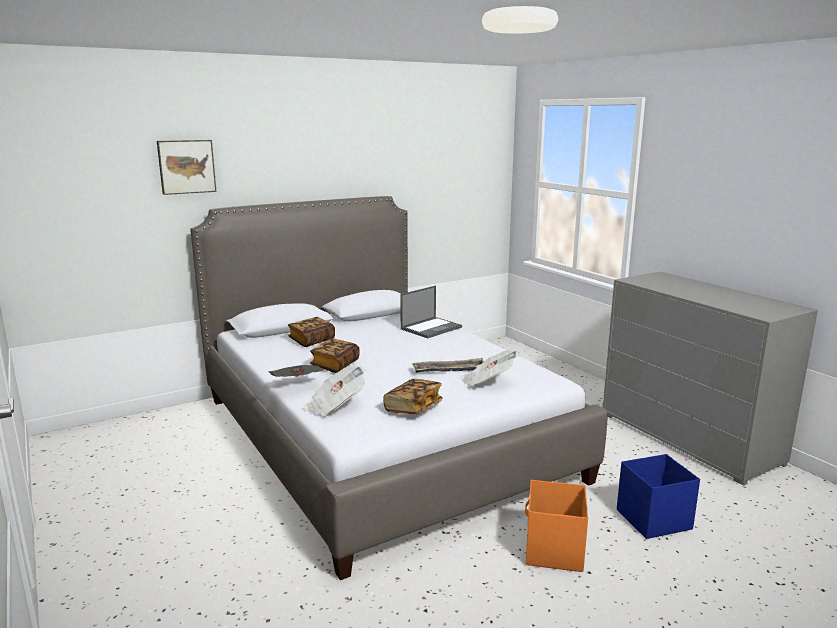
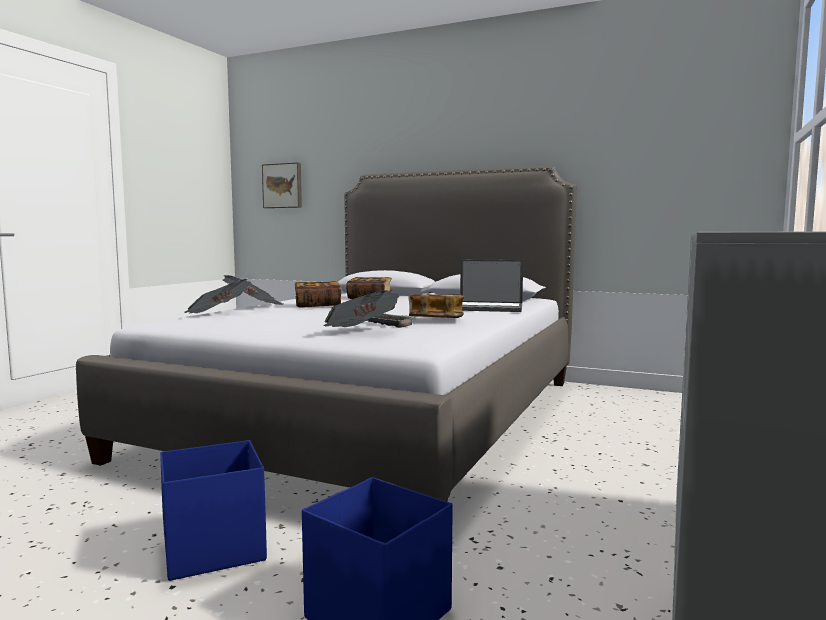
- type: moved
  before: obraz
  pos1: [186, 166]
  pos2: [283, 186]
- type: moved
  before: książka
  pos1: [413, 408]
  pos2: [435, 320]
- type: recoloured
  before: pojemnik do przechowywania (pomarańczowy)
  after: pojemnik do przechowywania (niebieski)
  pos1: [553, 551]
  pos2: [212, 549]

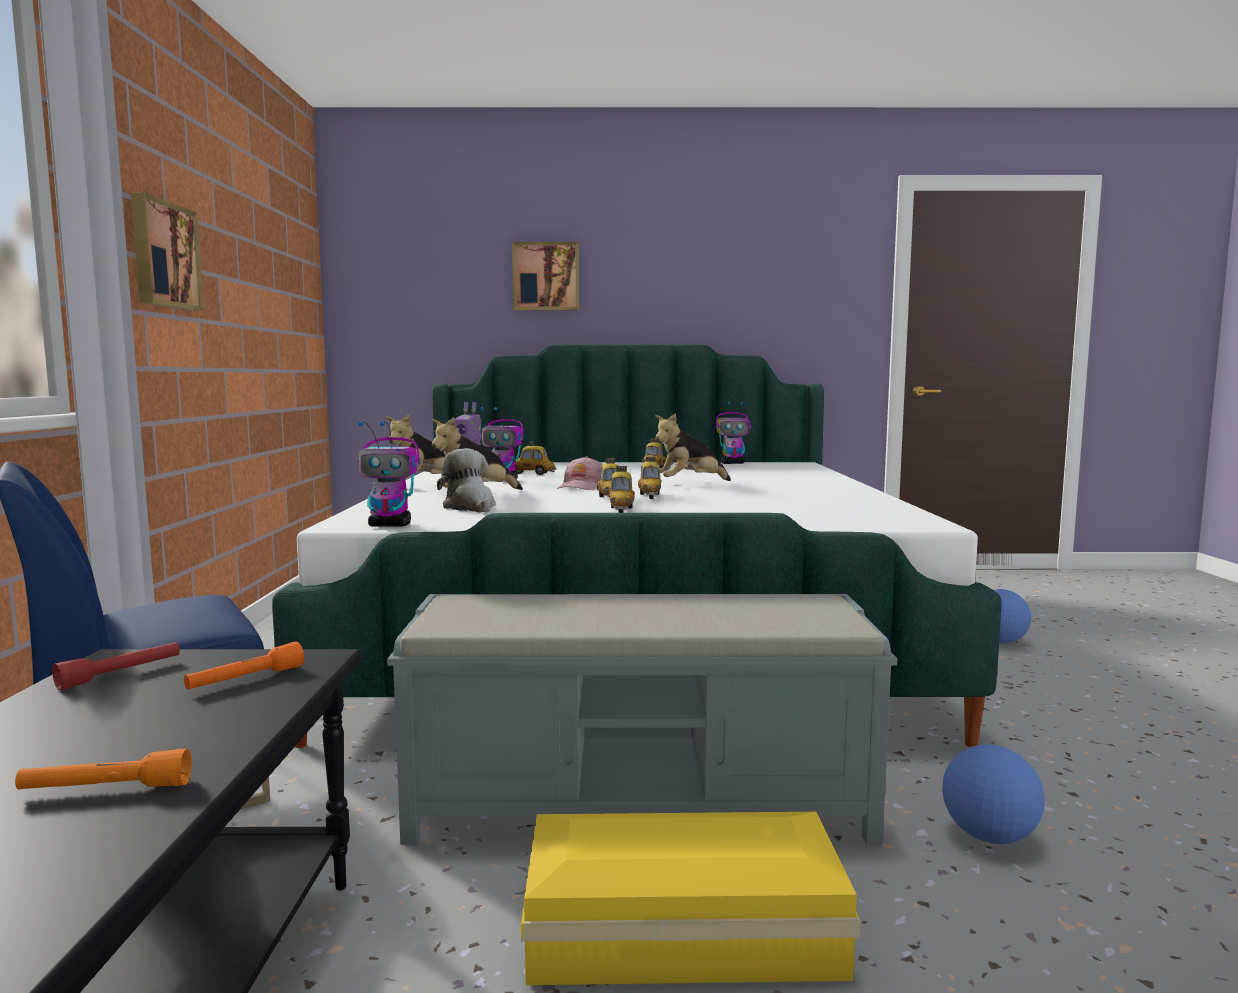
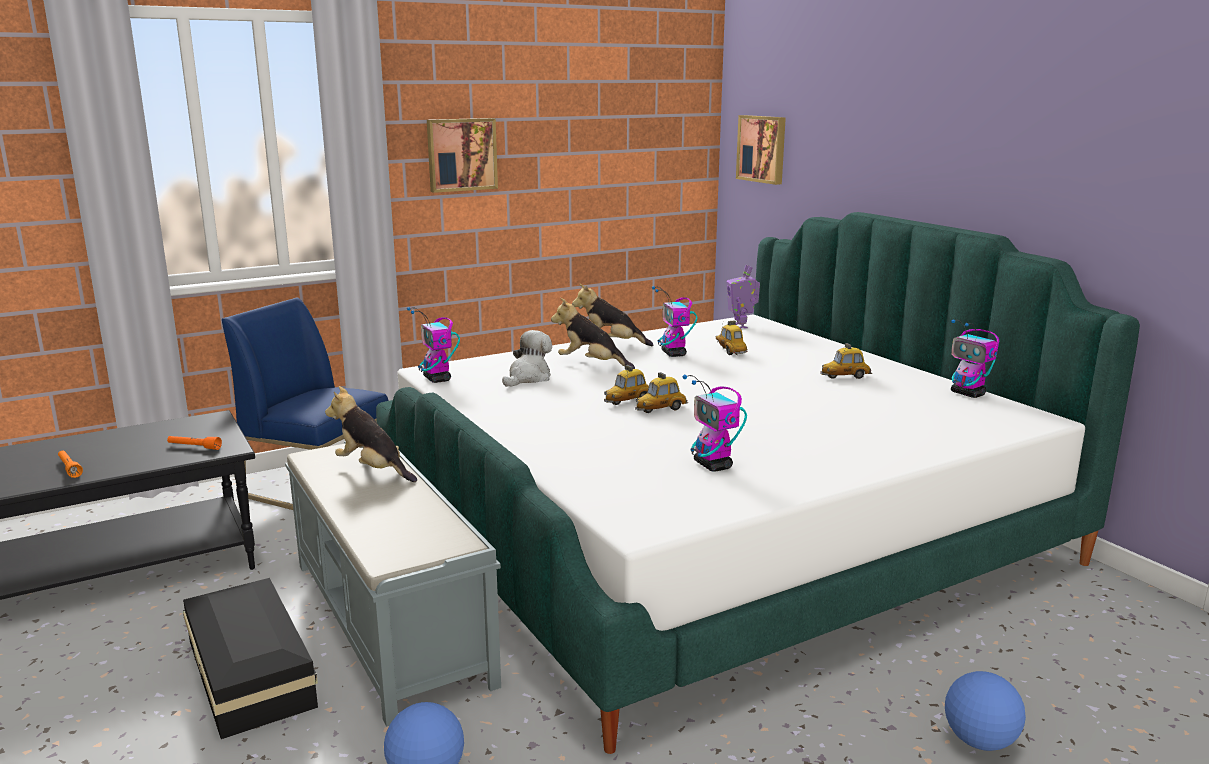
- type: removed
  before: latarka (czerwony)
  pos1: [121, 674]
- type: removed
  before: czapka z daszkiem (różowy)
  pos1: [582, 486]
- type: removed
  before: samochodzik
  pos1: [621, 510]
- type: added
  after: robot zabawkowy
  pos2: [713, 465]
- type: moved
  before: obraz
  pos1: [546, 276]
  pos2: [762, 149]
- type: moved
  before: pluszak
  pos1: [689, 483]
  pos2: [373, 470]
- type: recoloured
  before: pojemnik do przechowywania (żółty)
  after: pojemnik do przechowywania (czarny)
  pos1: [677, 928]
  pos2: [252, 670]

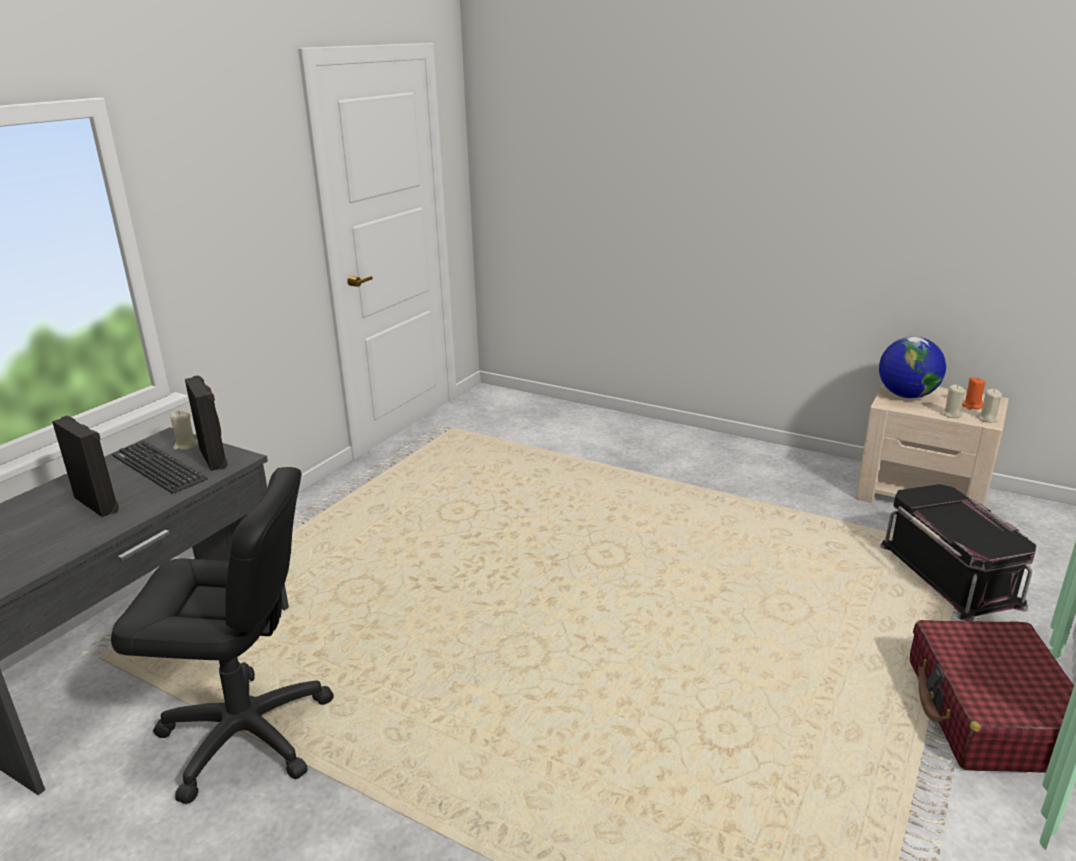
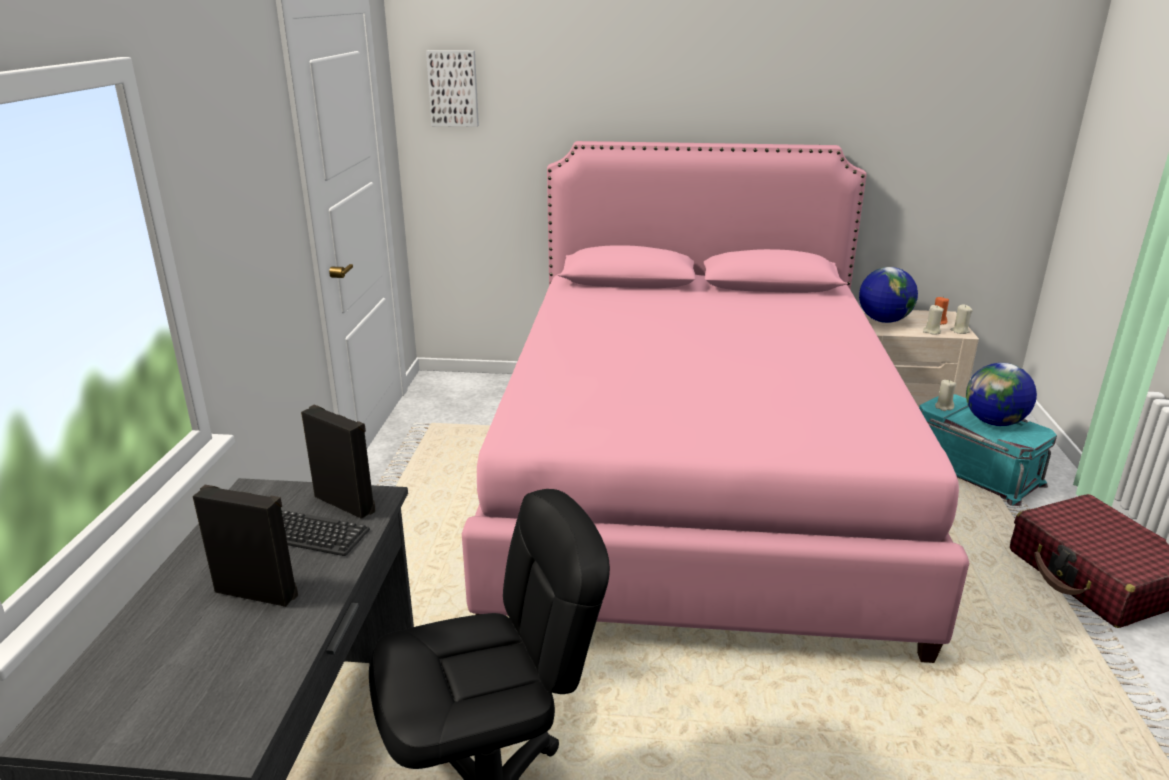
- type: added
  after: obraz
  pos2: [453, 88]
- type: added
  after: łóżko (różowy)
  pos2: [694, 483]
- type: added
  after: globus
  pos2: [994, 422]
- type: moved
  before: świeca (beżowy)
  pos1: [185, 445]
  pos2: [944, 407]
- type: recoloured
  before: pojemnik do przechowywania (czarny)
  after: pojemnik do przechowywania (turkusowy)
  pos1: [951, 575]
  pos2: [975, 470]

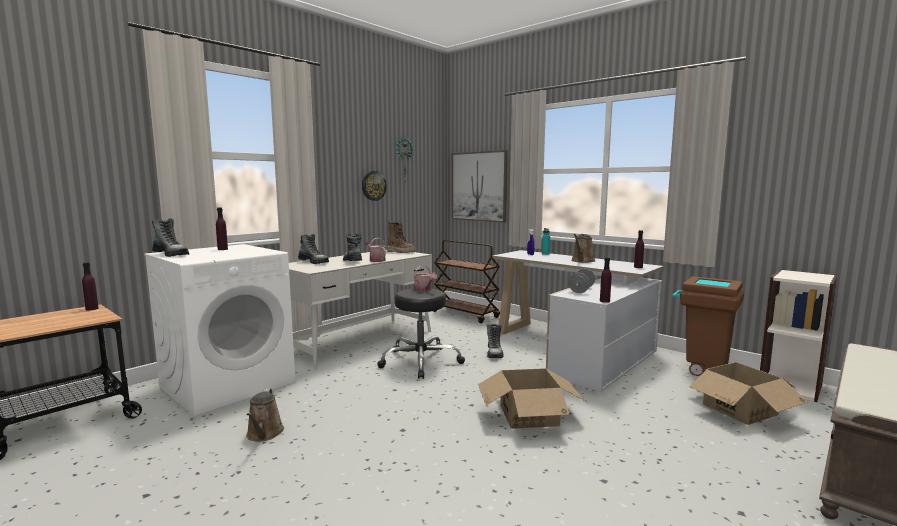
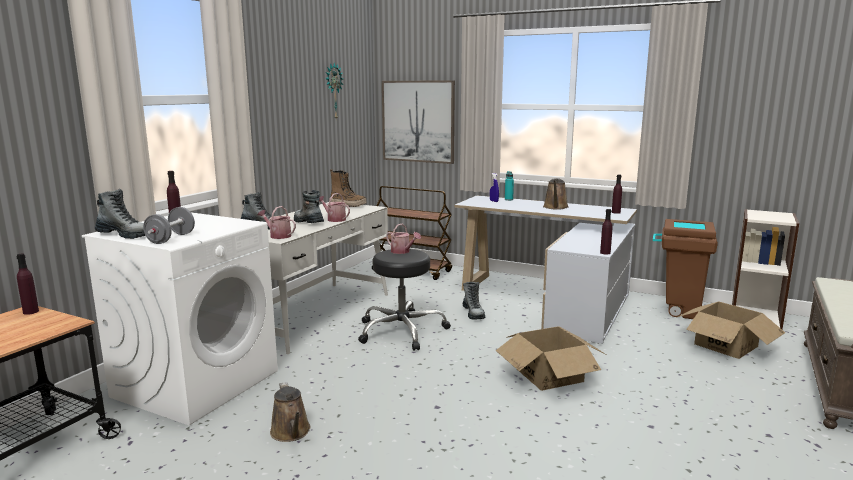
- type: removed
  before: zegar ścienny
  pos1: [373, 185]
- type: added
  after: konewka
  pos2: [278, 235]
- type: moved
  before: hantel (szary)
  pos1: [581, 290]
  pos2: [171, 239]

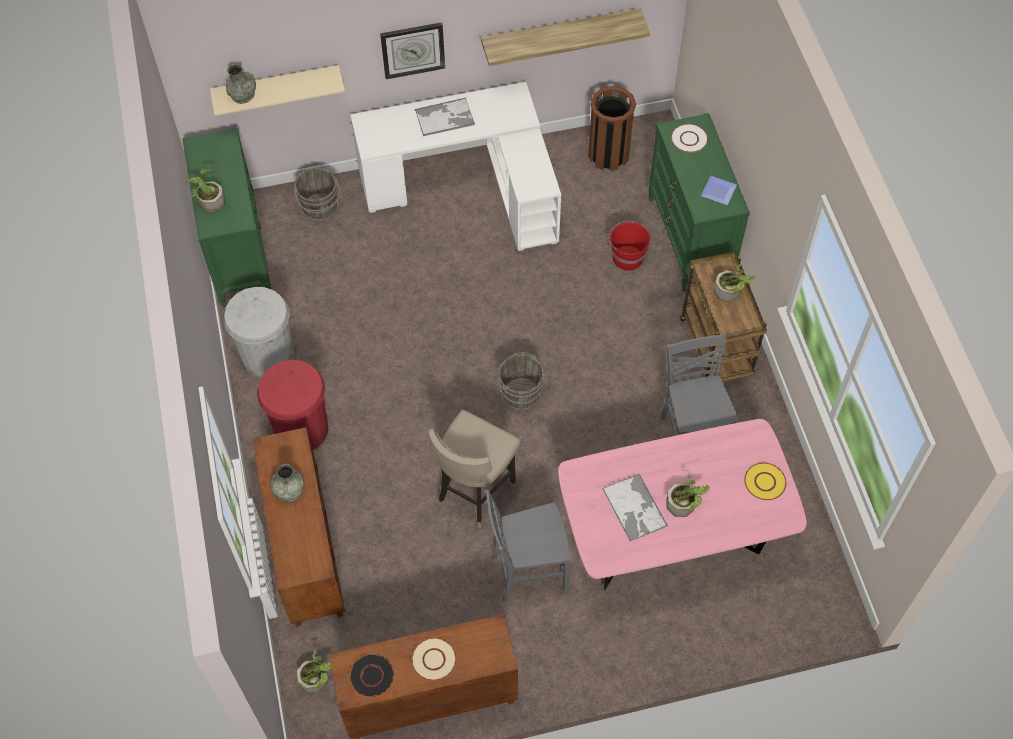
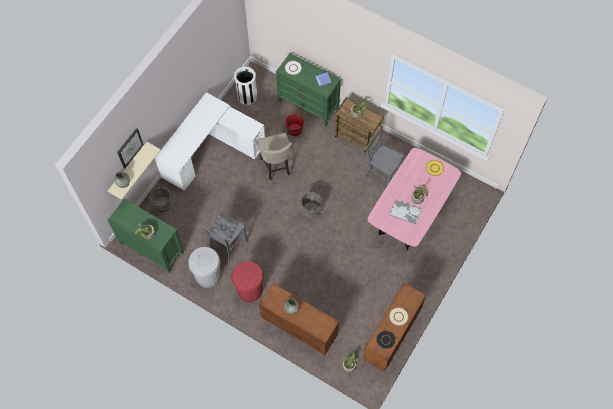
- type: removed
  before: taca
  pos1: [445, 117]
- type: removed
  before: półka
  pos1: [560, 32]
- type: moved
  before: zegar ścienny
  pos1: [413, 50]
  pos2: [129, 148]
- type: moved
  before: stołek (beżowy)
  pos1: [474, 492]
  pos2: [276, 168]
- type: moved
  before: krzesło (szary)
  pos1: [528, 572]
  pos2: [227, 246]
- type: recoloured
  before: kosz na śmieci (brązowy)
  after: kosz na śmieci (biały)
  pos1: [608, 154]
  pos2: [247, 96]

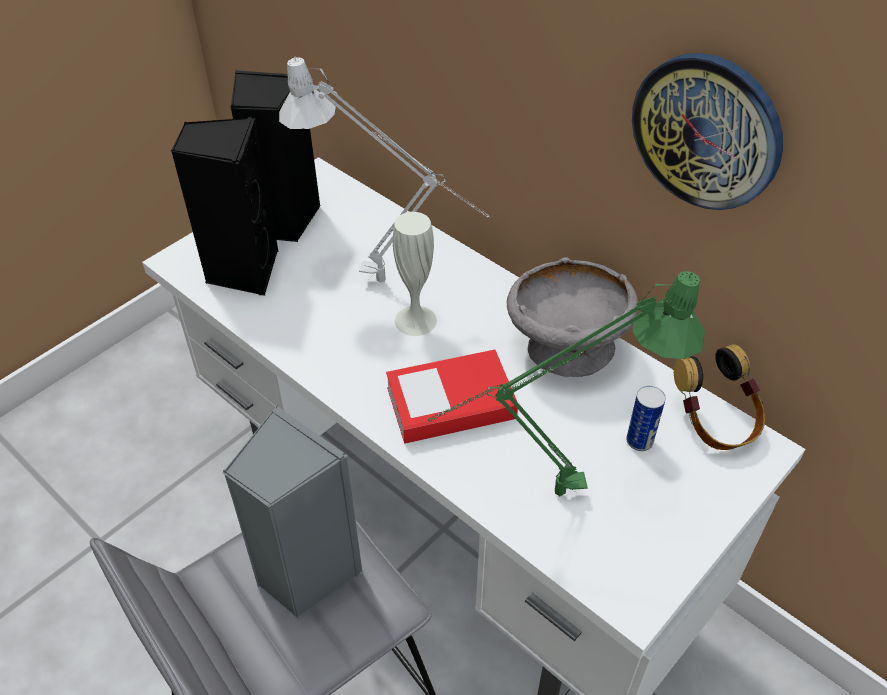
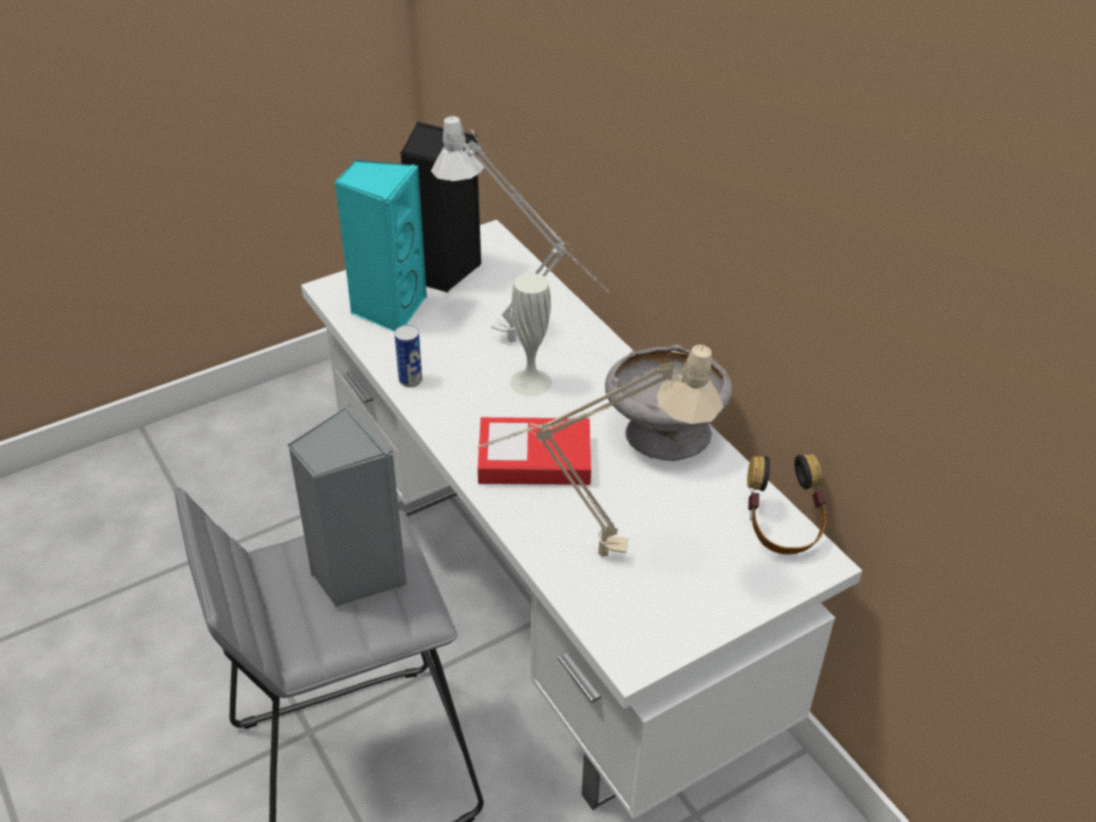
- type: removed
  before: zegar ścienny
  pos1: [707, 131]
- type: moved
  before: puszka
  pos1: [639, 441]
  pos2: [410, 380]
- type: recoloured
  before: głośnik (czarny)
  after: głośnik (turkusowy)
  pos1: [242, 270]
  pos2: [388, 308]
- type: recoloured
  before: lampa stołowa (zielony)
  after: lampa stołowa (beżowy)
  pos1: [543, 496]
  pos2: [588, 554]

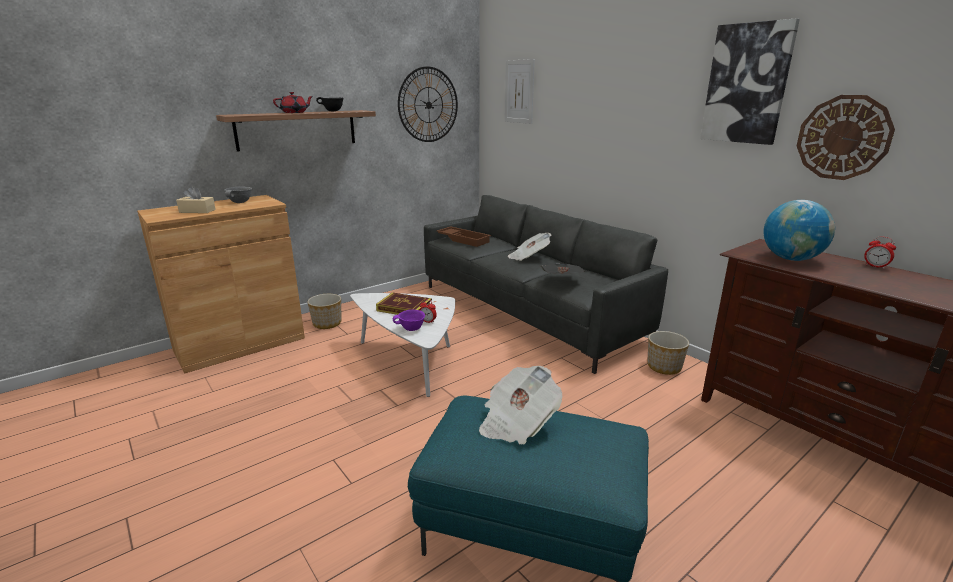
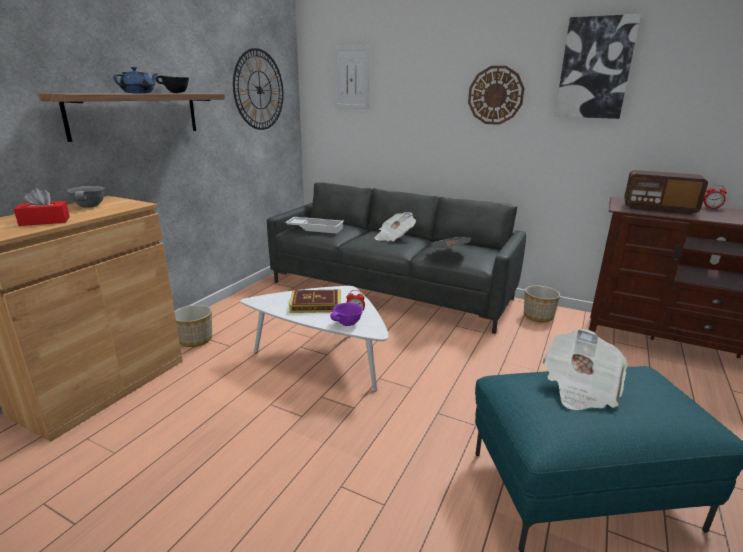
- type: moved
  before: zegar ścienny
  pos1: [843, 137]
  pos2: [495, 95]
- type: replaced
  before: globus
  after: radio
  pos1: [791, 259]
  pos2: [658, 209]
- type: recoloured
  before: pudełko chusteczek (beżowy)
  after: pudełko chusteczek (czerwony)
  pos1: [197, 211]
  pos2: [45, 221]
- type: recoloured
  before: imbryk (czerwony)
  after: imbryk (niebieski)
  pos1: [295, 112]
  pos2: [139, 93]
- type: recoloured
  before: taca (brązowy)
  after: taca (biały)
  pos1: [464, 239]
  pos2: [316, 228]

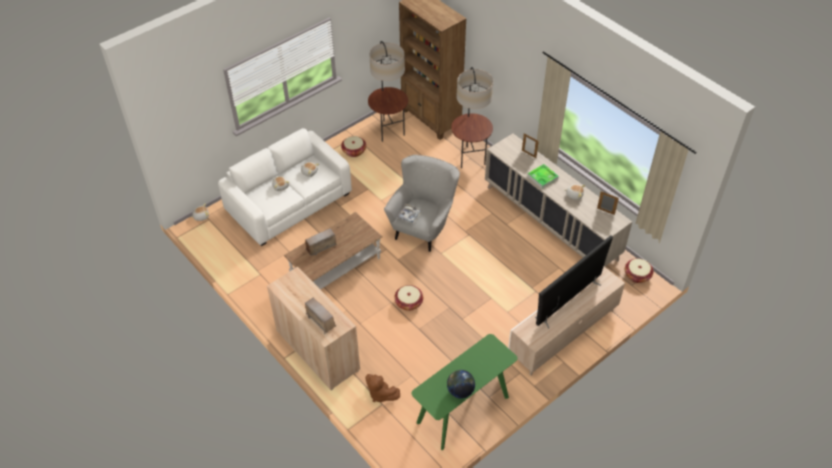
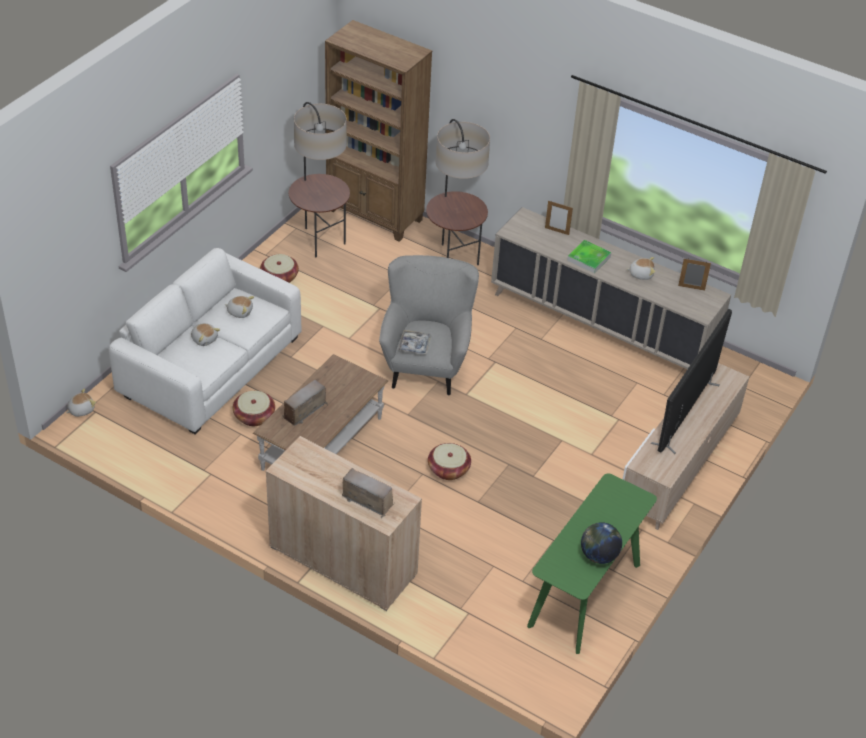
- type: removed
  before: pluszak (brązowy)
  pos1: [380, 394]
- type: moved
  before: koszyk
  pos1: [637, 275]
  pos2: [254, 416]

